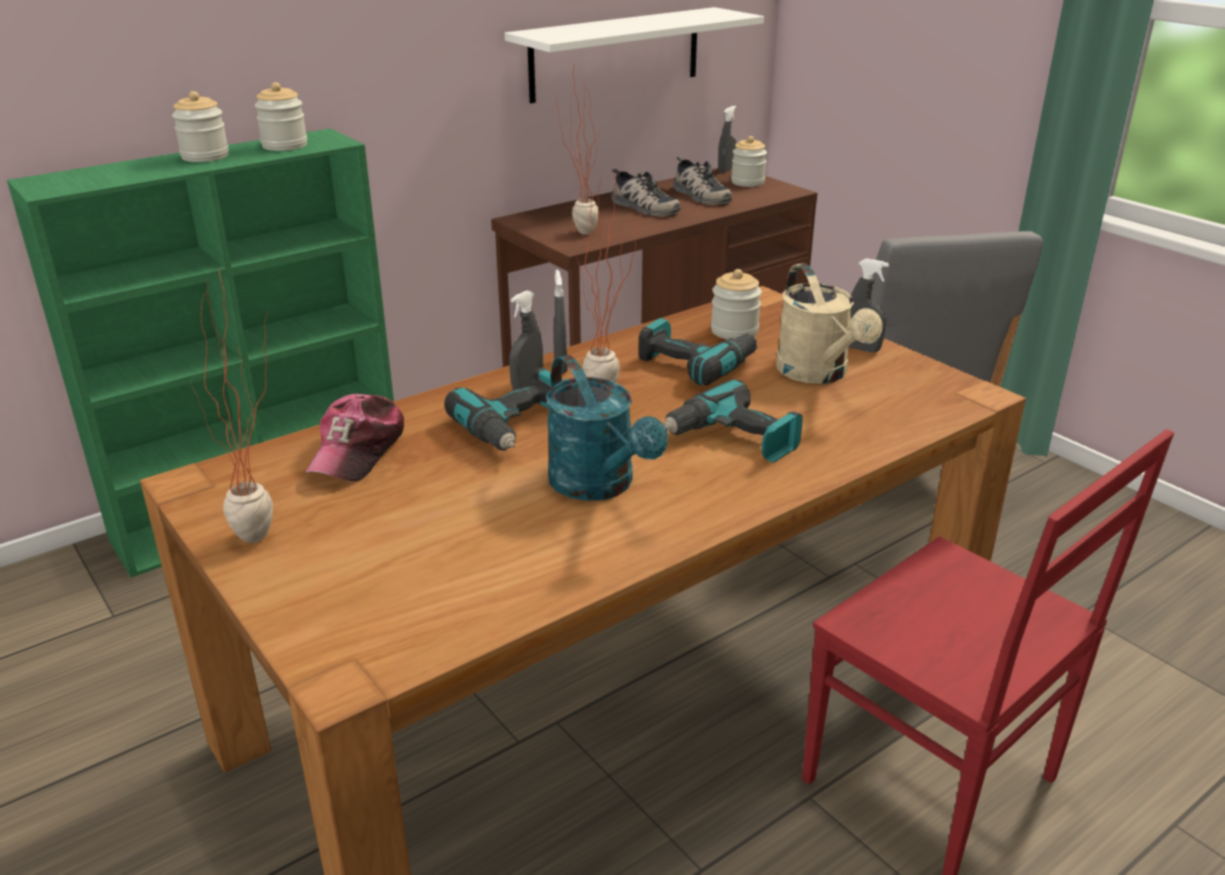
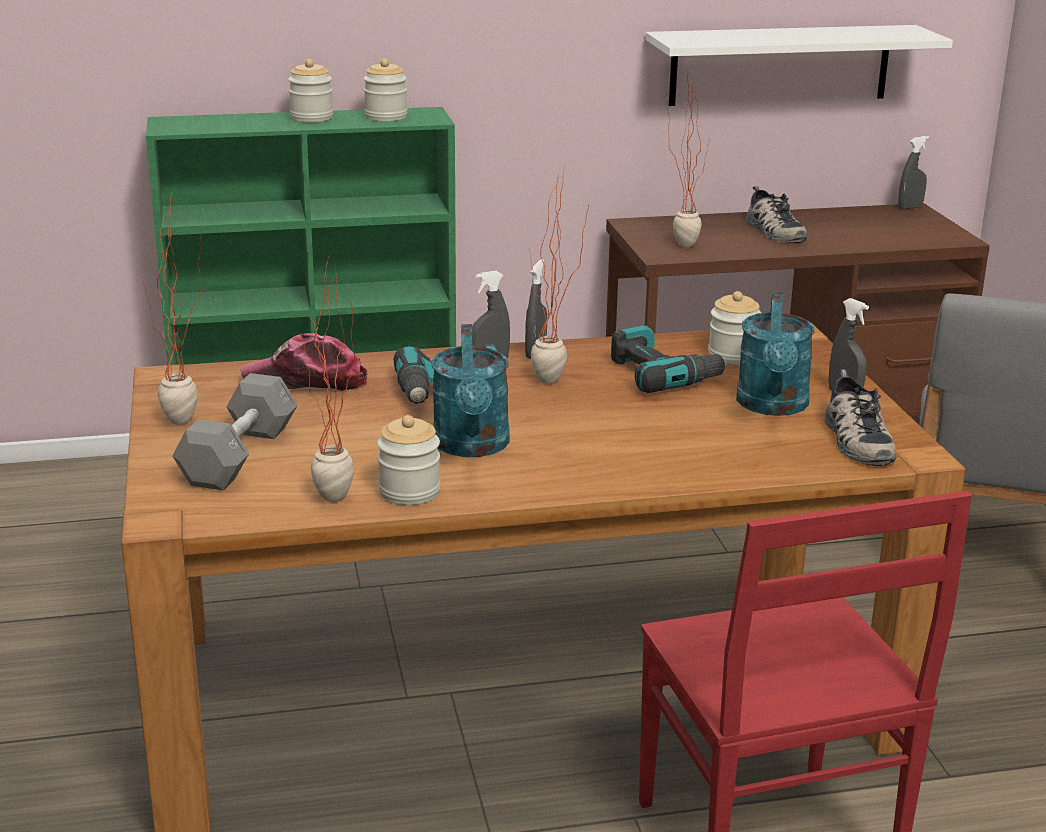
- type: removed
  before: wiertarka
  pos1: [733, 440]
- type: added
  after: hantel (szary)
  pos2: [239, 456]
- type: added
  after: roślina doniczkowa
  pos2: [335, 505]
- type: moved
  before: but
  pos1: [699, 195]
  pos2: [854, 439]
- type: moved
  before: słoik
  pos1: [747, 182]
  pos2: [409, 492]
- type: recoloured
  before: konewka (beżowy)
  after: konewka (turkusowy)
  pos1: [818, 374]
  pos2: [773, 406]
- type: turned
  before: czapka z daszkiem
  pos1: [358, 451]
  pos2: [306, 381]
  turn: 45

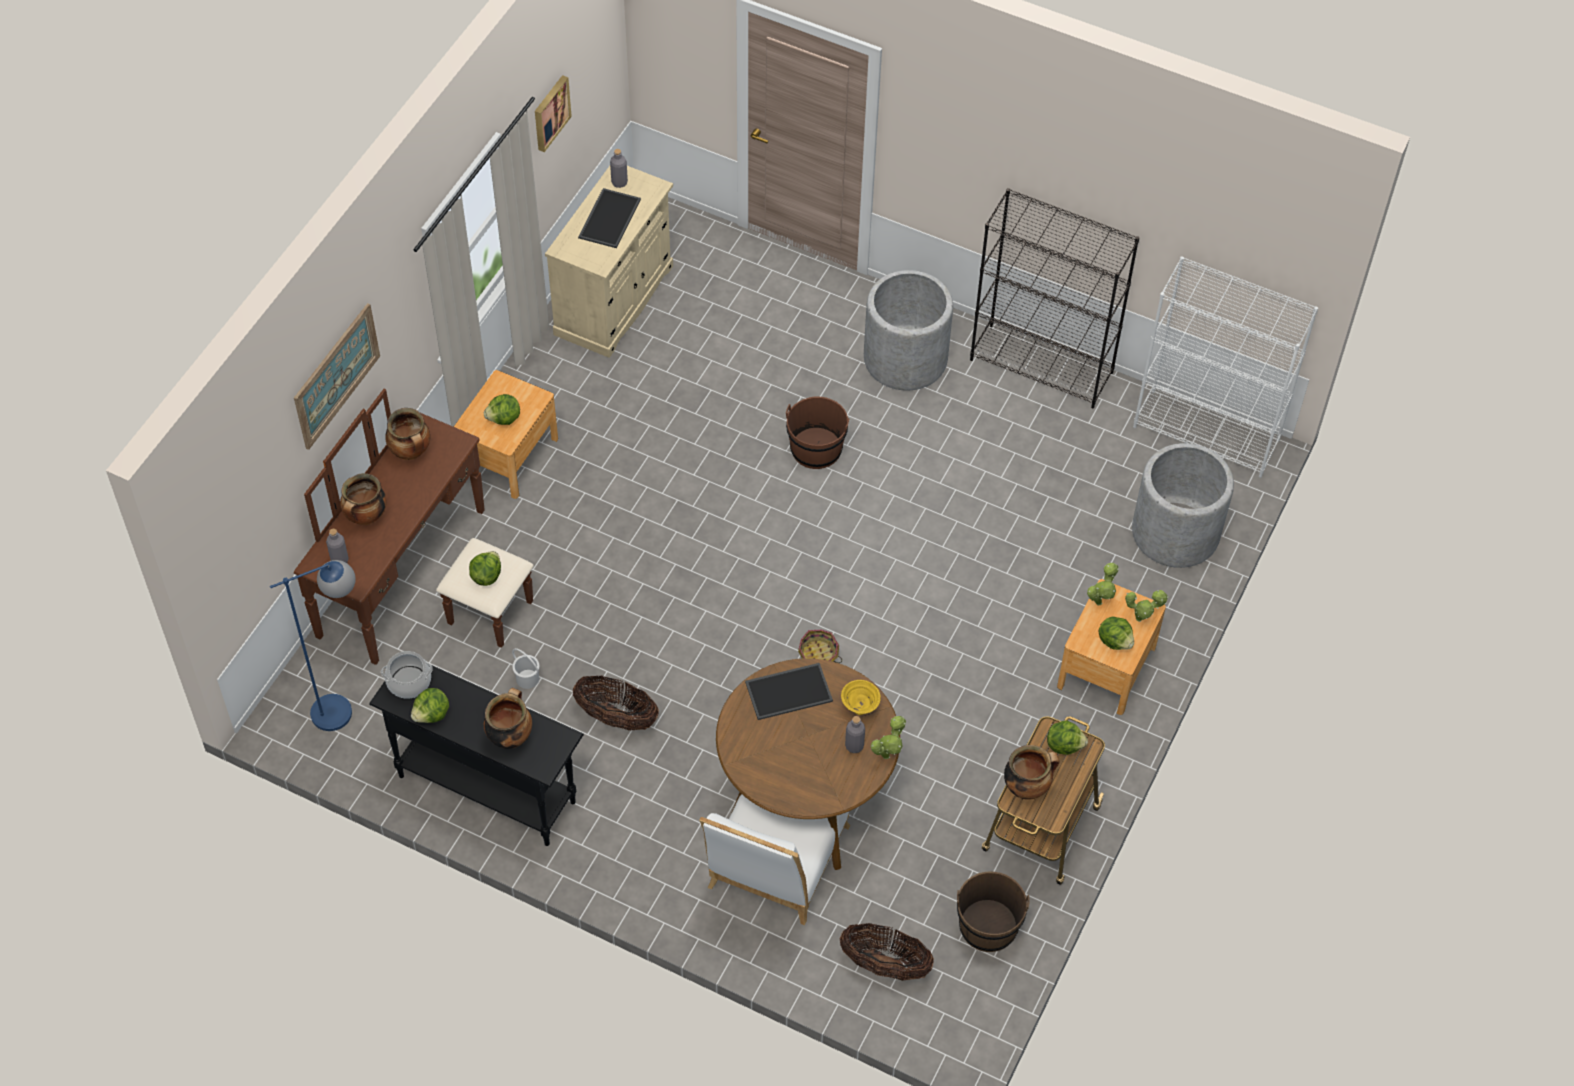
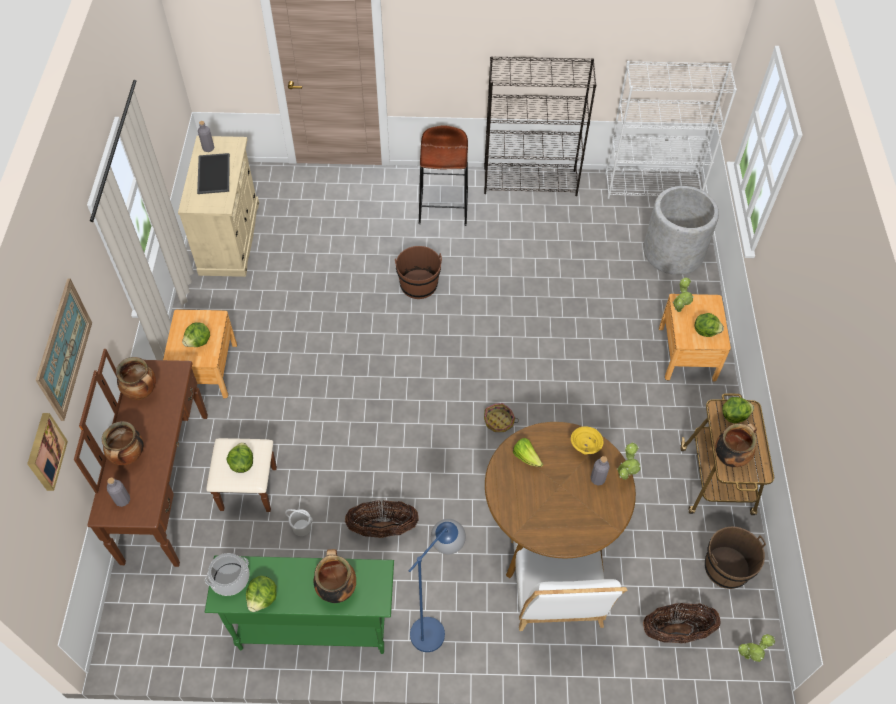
- type: moved
  before: lampa stojąca (niebieski)
  pos1: [345, 707]
  pos2: [435, 624]
- type: moved
  before: obraz
  pos1: [550, 112]
  pos2: [44, 452]
- type: moved
  before: roślina doniczkowa
  pos1: [1141, 619]
  pos2: [749, 655]
- type: replaced
  before: taca
  after: sałata
  pos1: [789, 690]
  pos2: [526, 457]
- type: replaced
  before: donica (szary)
  after: stołek (brązowy)
  pos1: [905, 358]
  pos2: [443, 207]
- type: recoloured
  before: stolik konsolowy (czarny)
  after: stolik konsolowy (zielony)
  pos1: [486, 788]
  pos2: [313, 628]

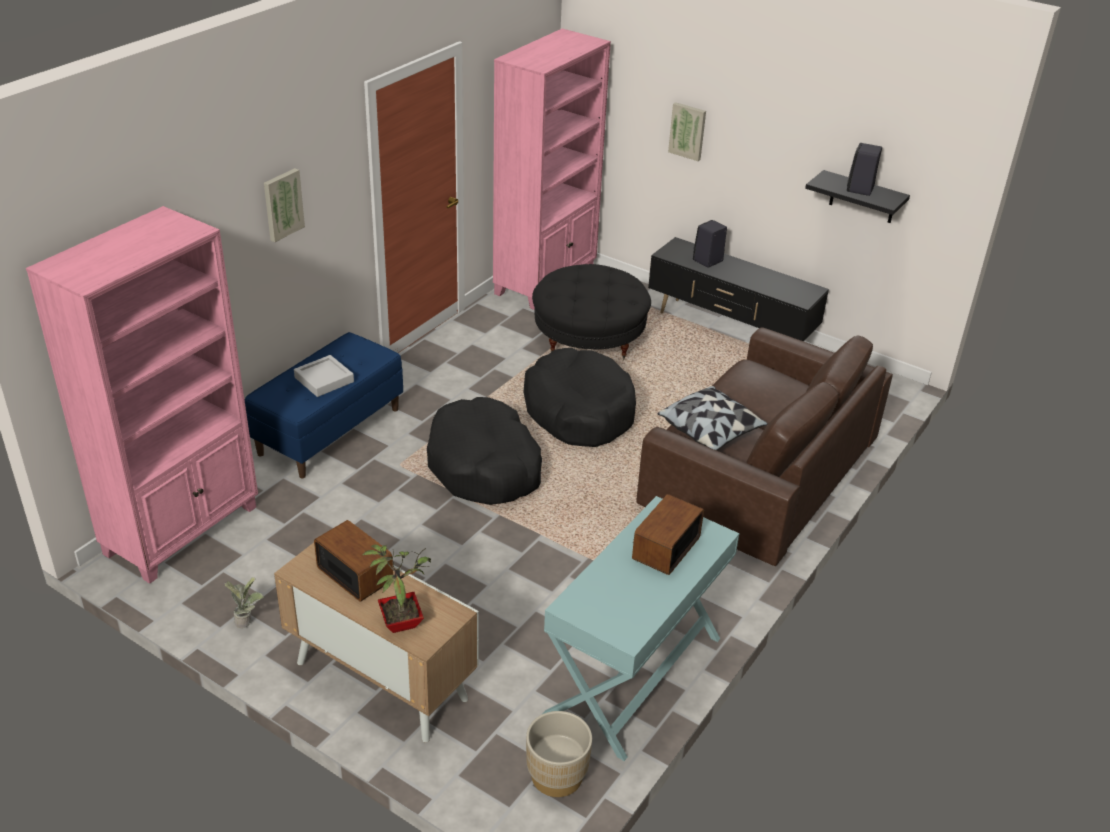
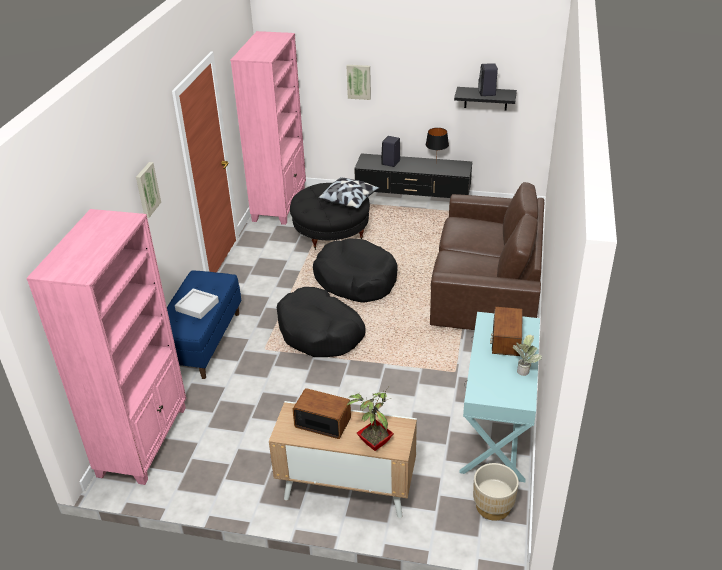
- type: added
  after: lampa stołowa (czarny)
  pos2: [436, 163]
- type: moved
  before: roślina doniczkowa
  pos1: [247, 620]
  pos2: [524, 369]
- type: moved
  before: poduszka
  pos1: [711, 430]
  pos2: [349, 200]

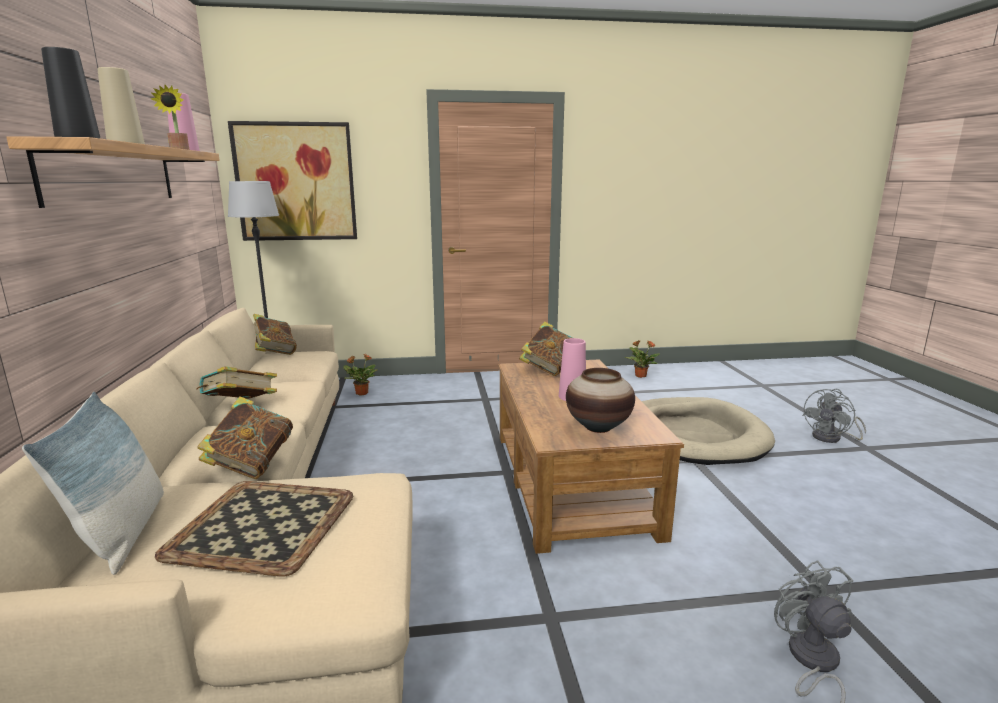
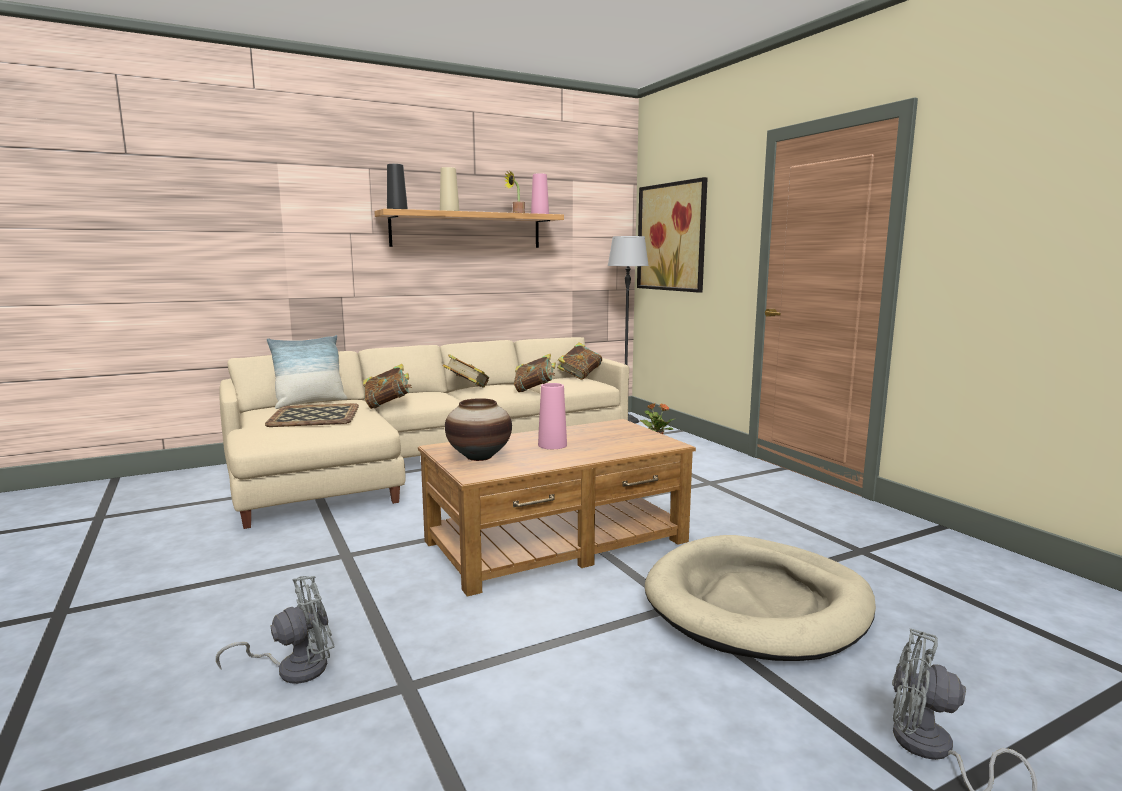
- type: removed
  before: roślina doniczkowa
  pos1: [640, 375]
- type: moved
  before: książka
  pos1: [548, 369]
  pos2: [535, 390]

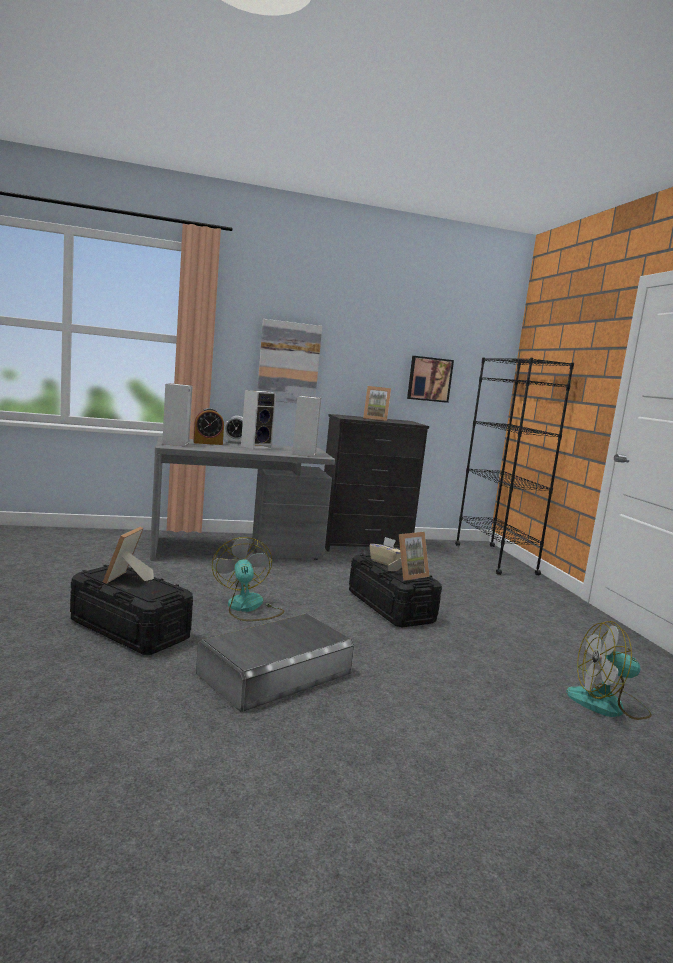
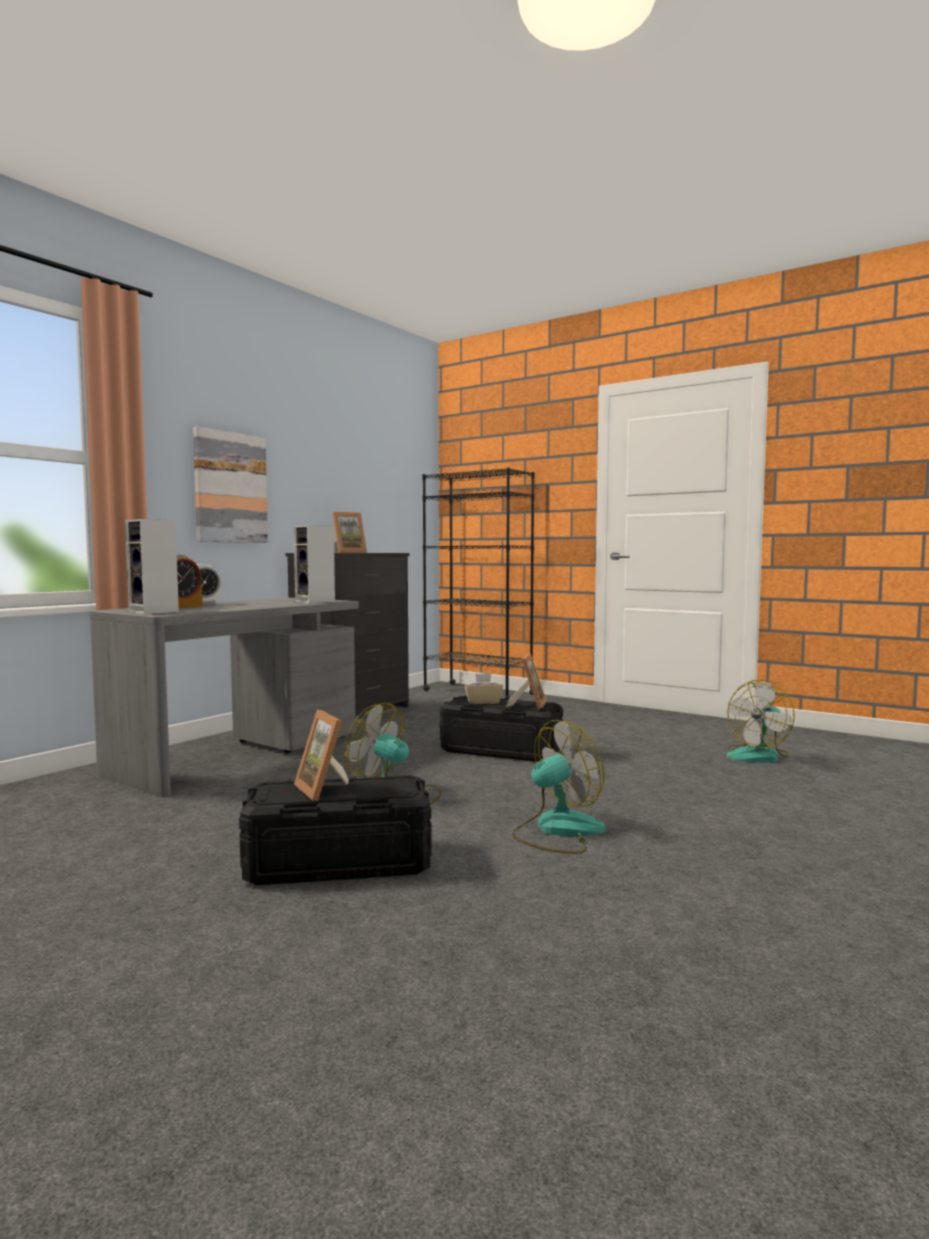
- type: removed
  before: głośnik
  pos1: [256, 447]
- type: removed
  before: obraz
  pos1: [429, 379]
- type: replaced
  before: pojemnik do przechowywania (szary)
  after: wentylator
  pos1: [275, 672]
  pos2: [557, 831]

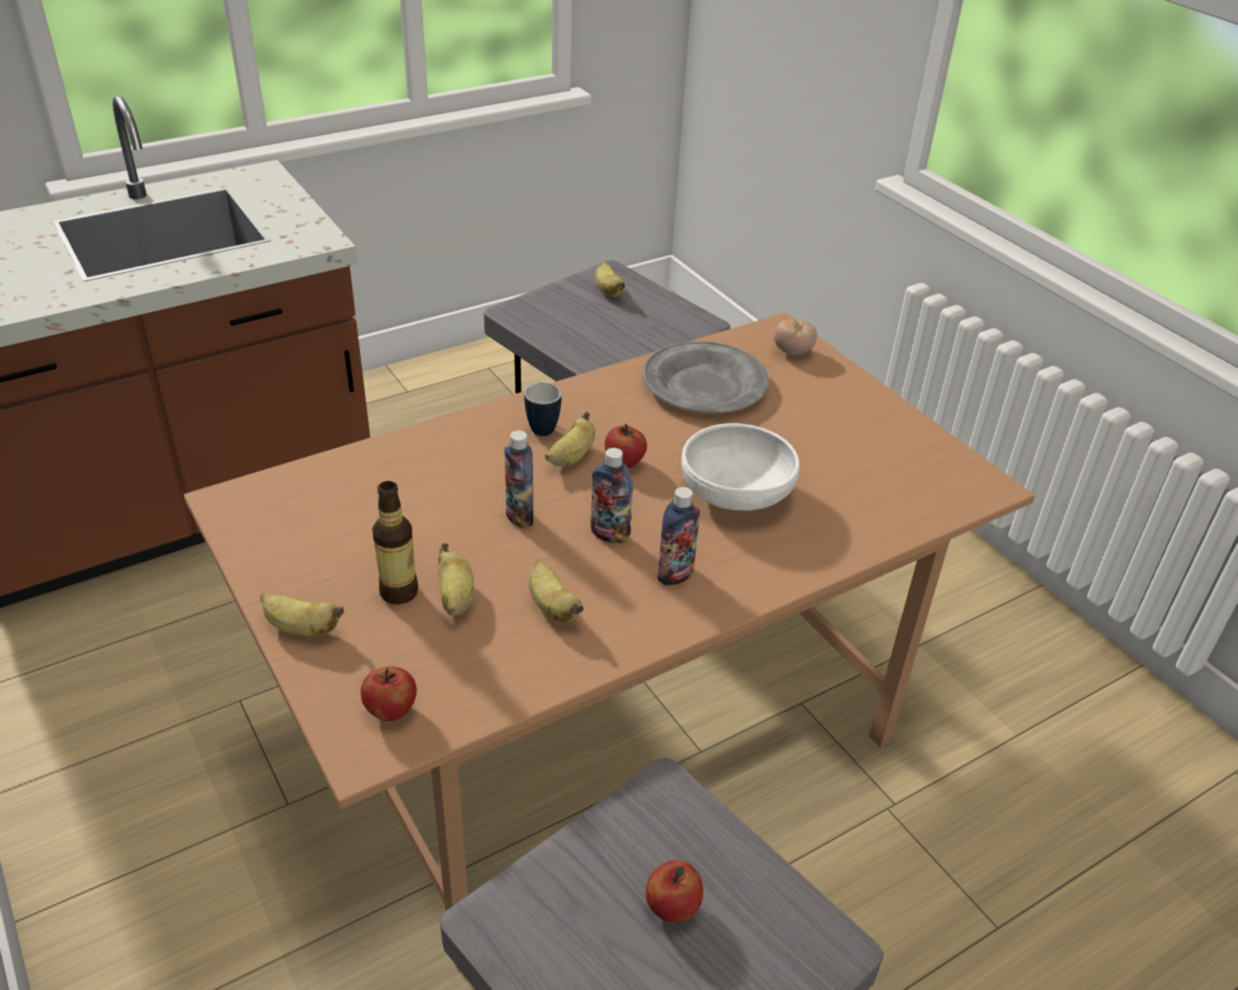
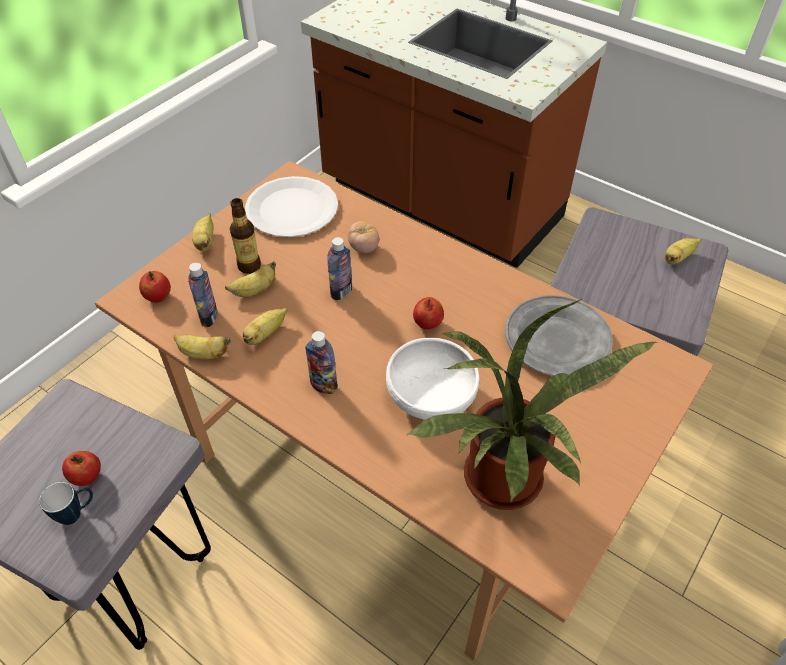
- type: added
  after: talerz (biały)
  pos2: [292, 209]
- type: added
  after: roślina doniczkowa
  pos2: [504, 486]
- type: moved
  before: kubek
  pos1: [542, 426]
  pos2: [77, 513]
- type: moved
  before: banan
  pos1: [571, 457]
  pos2: [203, 354]
- type: moved
  before: butelka
  pos1: [610, 534]
  pos2: [209, 317]
- type: moved
  before: pomidor
  pos1: [792, 352]
  pos2: [364, 248]

